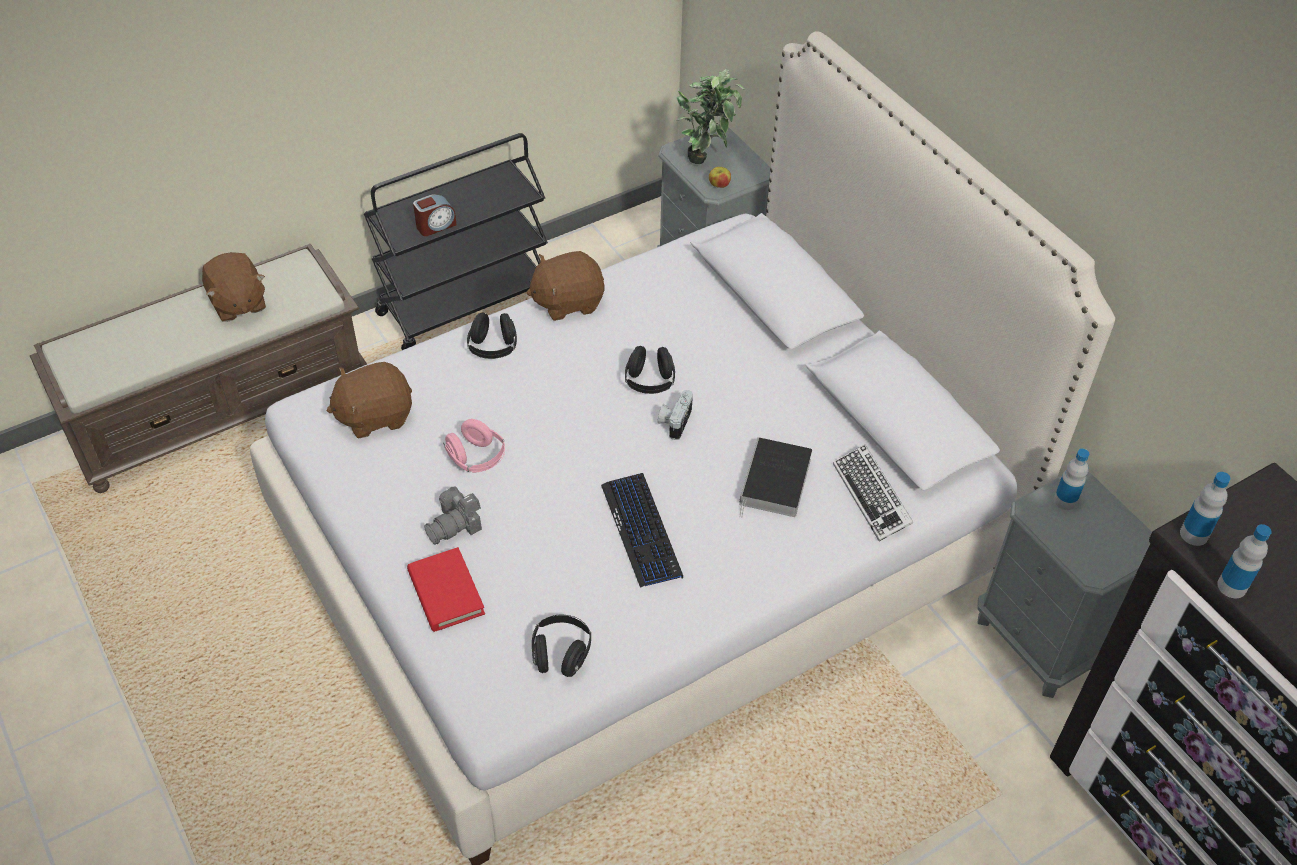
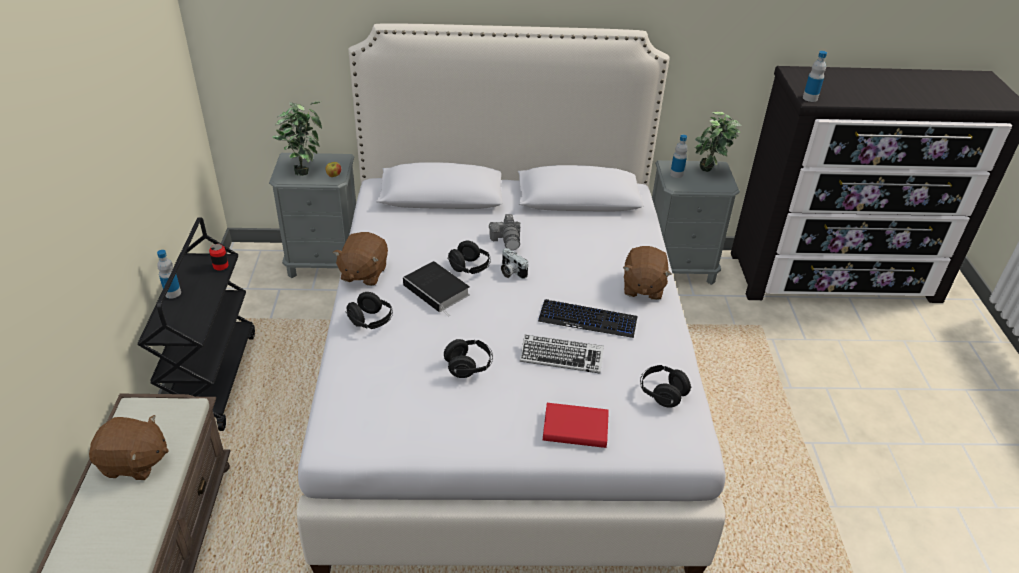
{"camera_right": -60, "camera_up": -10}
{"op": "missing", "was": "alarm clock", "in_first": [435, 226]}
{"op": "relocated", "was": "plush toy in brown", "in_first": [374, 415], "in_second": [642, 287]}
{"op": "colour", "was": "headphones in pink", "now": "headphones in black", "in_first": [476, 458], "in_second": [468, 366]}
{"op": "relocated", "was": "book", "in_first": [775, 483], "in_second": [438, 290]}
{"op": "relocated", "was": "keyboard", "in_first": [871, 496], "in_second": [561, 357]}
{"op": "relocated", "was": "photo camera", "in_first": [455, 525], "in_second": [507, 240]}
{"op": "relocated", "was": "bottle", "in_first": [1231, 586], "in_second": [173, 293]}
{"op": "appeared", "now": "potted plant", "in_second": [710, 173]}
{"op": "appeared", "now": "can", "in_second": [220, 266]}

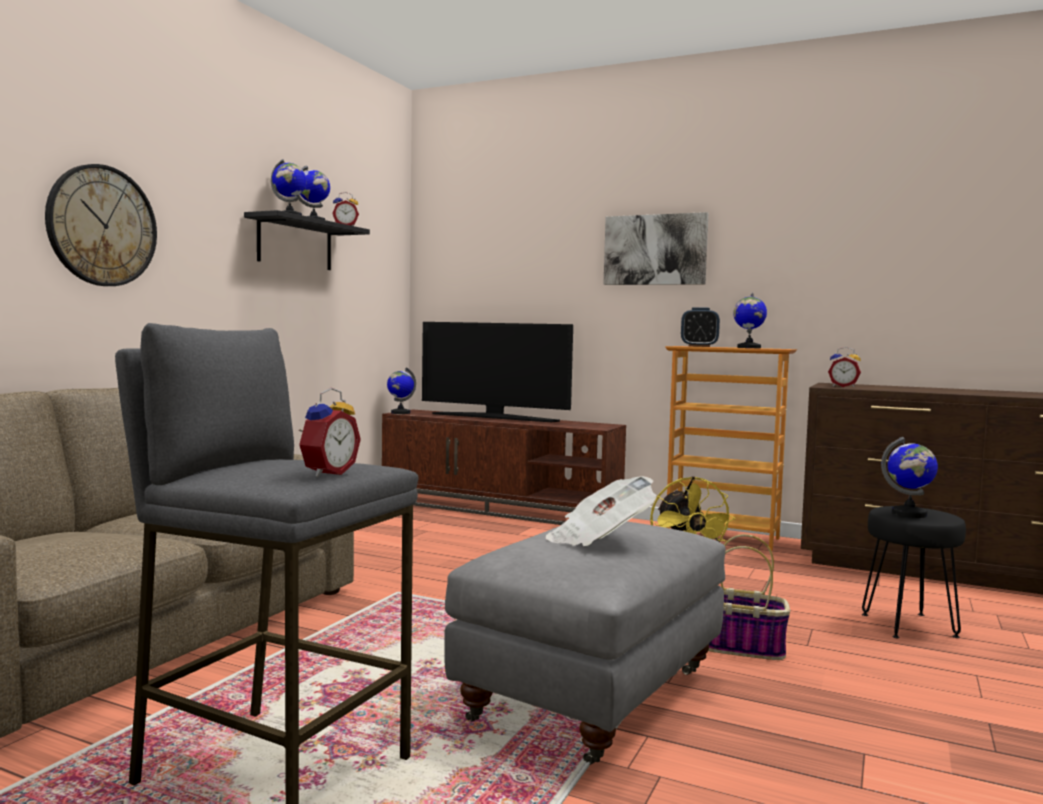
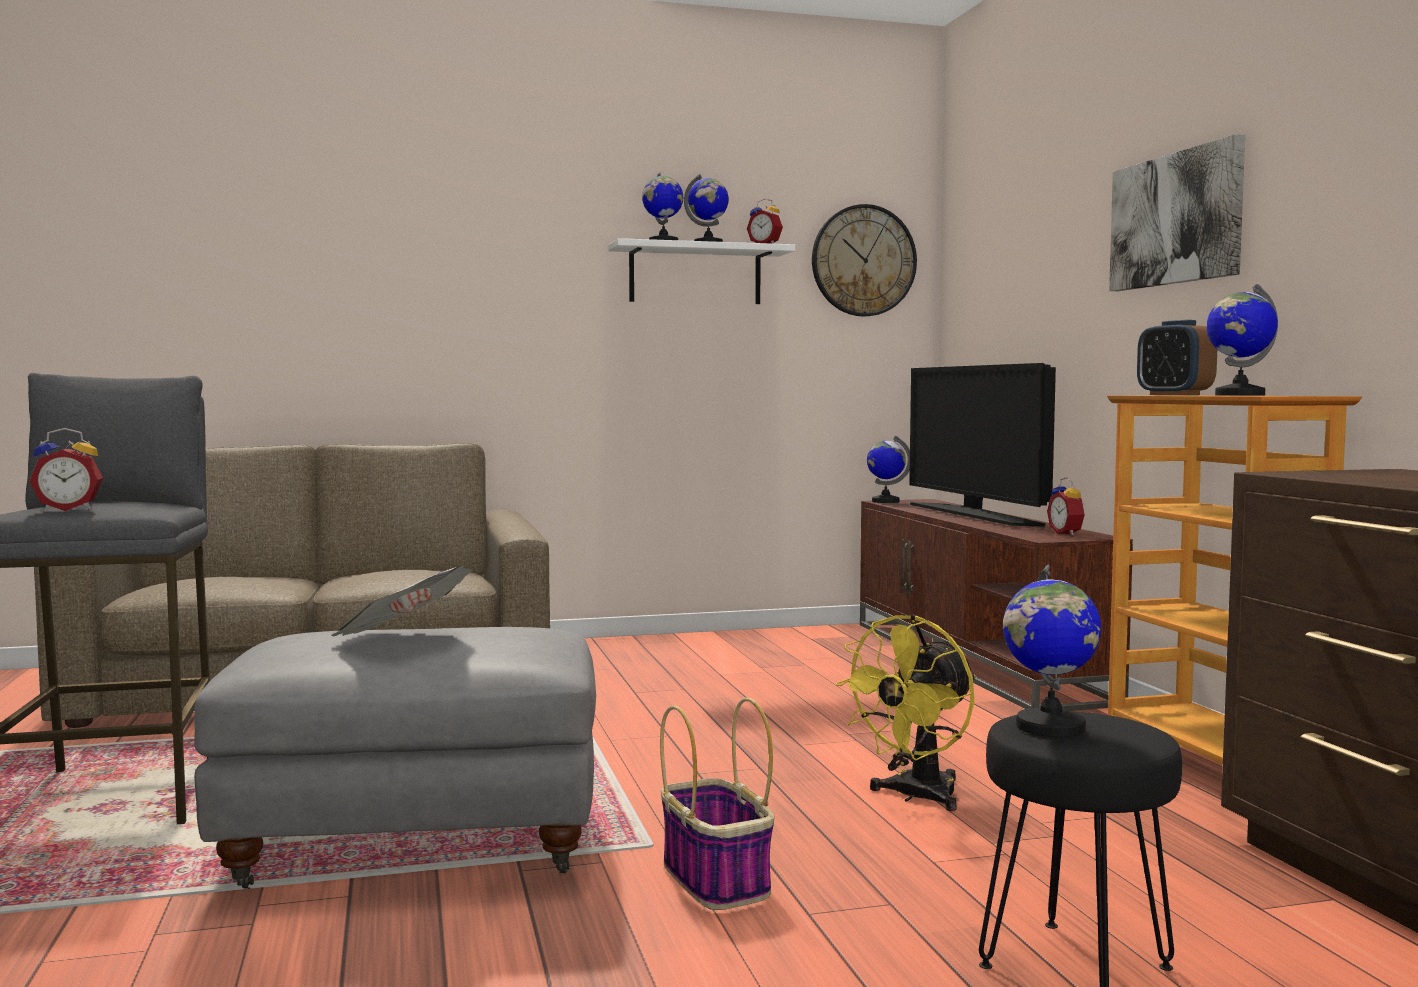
{"camera_right": 50, "camera_up": 0}
{"op": "relocated", "was": "wall clock", "in_first": [102, 226], "in_second": [863, 261]}
{"op": "colour", "was": "shelf in black", "now": "shelf in white", "in_first": [295, 244], "in_second": [695, 275]}
{"op": "relocated", "was": "alarm clock", "in_first": [843, 386], "in_second": [1067, 533]}

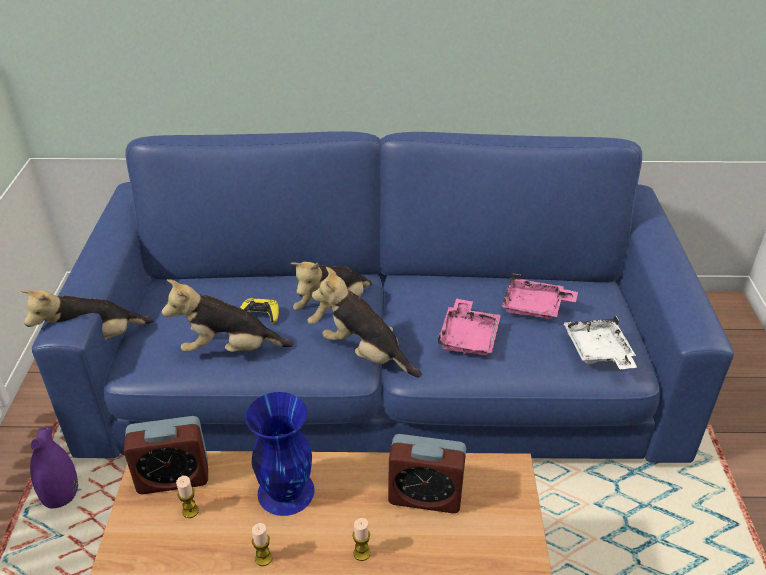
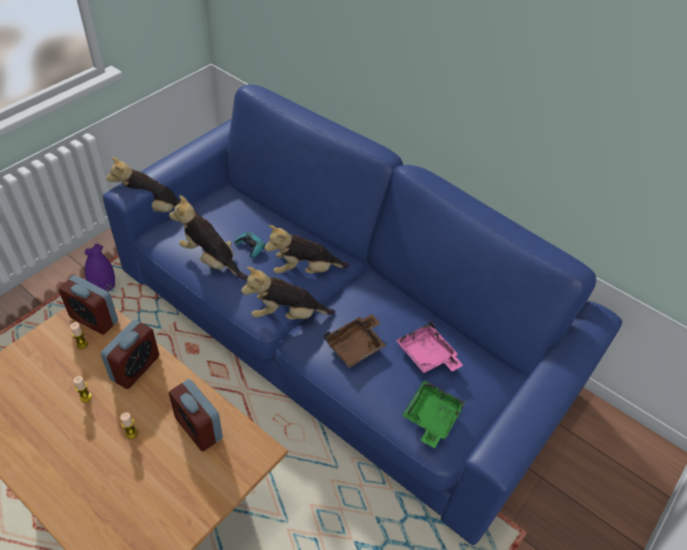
{"camera_right": 35, "camera_up": 10}
{"op": "spun", "was": "plush toy", "in_first": [366, 354], "in_second": [287, 314], "clockwise": -75}
{"op": "colour", "was": "game controller in yellow", "now": "game controller in turquoise", "in_first": [260, 314], "in_second": [250, 247]}
{"op": "colour", "was": "tray in pink", "now": "tray in brown", "in_first": [468, 337], "in_second": [355, 346]}
{"op": "colour", "was": "tray in white", "now": "tray in green", "in_first": [598, 351], "in_second": [431, 417]}
{"op": "exchanged", "was": "vase in blue", "now": "alarm clock", "in_first": [285, 490], "in_second": [135, 368]}

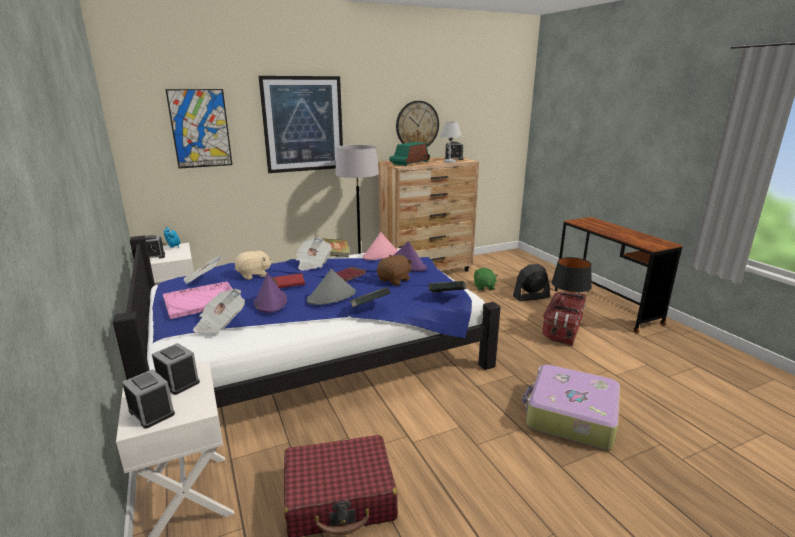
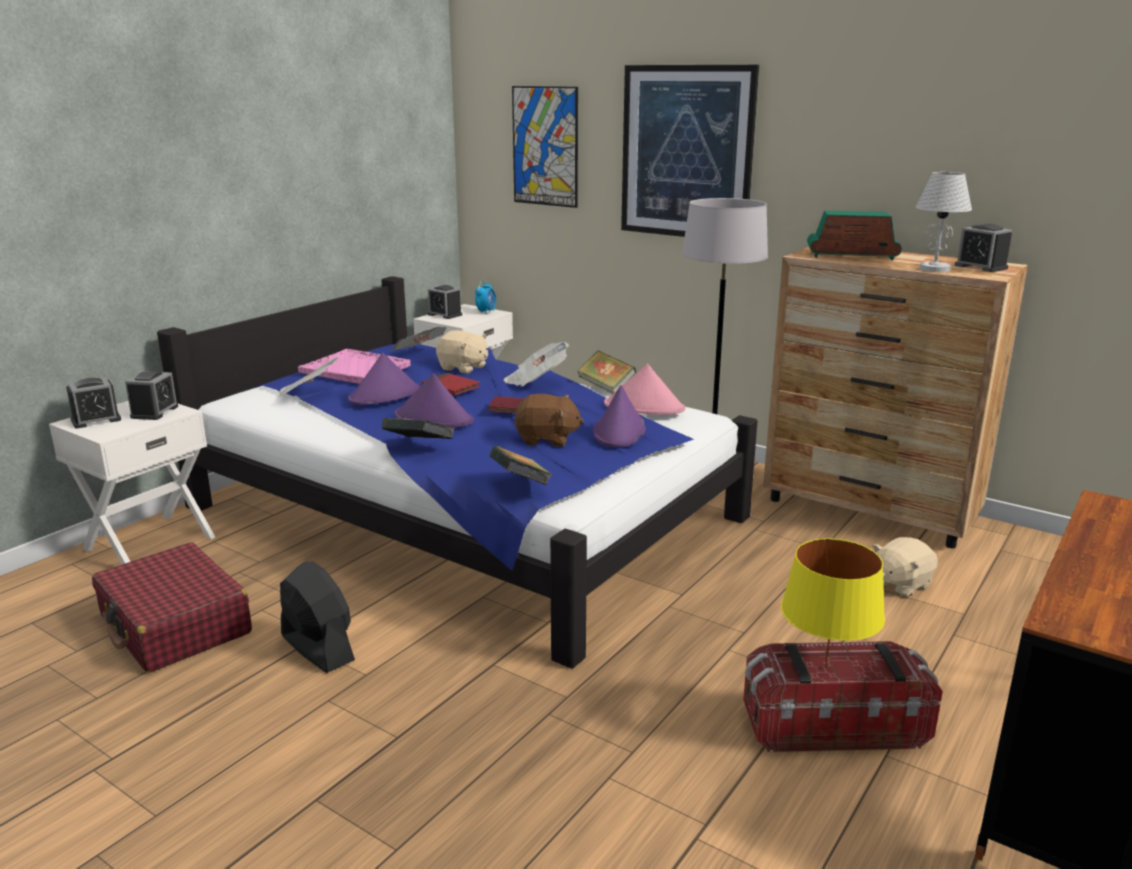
{"camera_right": 60, "camera_up": 0}
{"op": "missing", "was": "wall clock", "in_first": [417, 125]}
{"op": "colour", "was": "table lamp in black", "now": "table lamp in yellow", "in_first": [568, 307], "in_second": [825, 668]}
{"op": "relocated", "was": "fan in black", "in_first": [531, 297], "in_second": [317, 648]}
{"op": "colour", "was": "plush toy in green", "now": "plush toy in beige", "in_first": [484, 287], "in_second": [900, 584]}
{"op": "colour", "was": "hat in grey", "now": "hat in purple", "in_first": [332, 296], "in_second": [434, 419]}
{"op": "missing", "was": "suitcase", "in_first": [570, 416]}
{"op": "spun", "was": "alarm clock", "in_first": [151, 412], "in_second": [96, 420], "clockwise": 45}

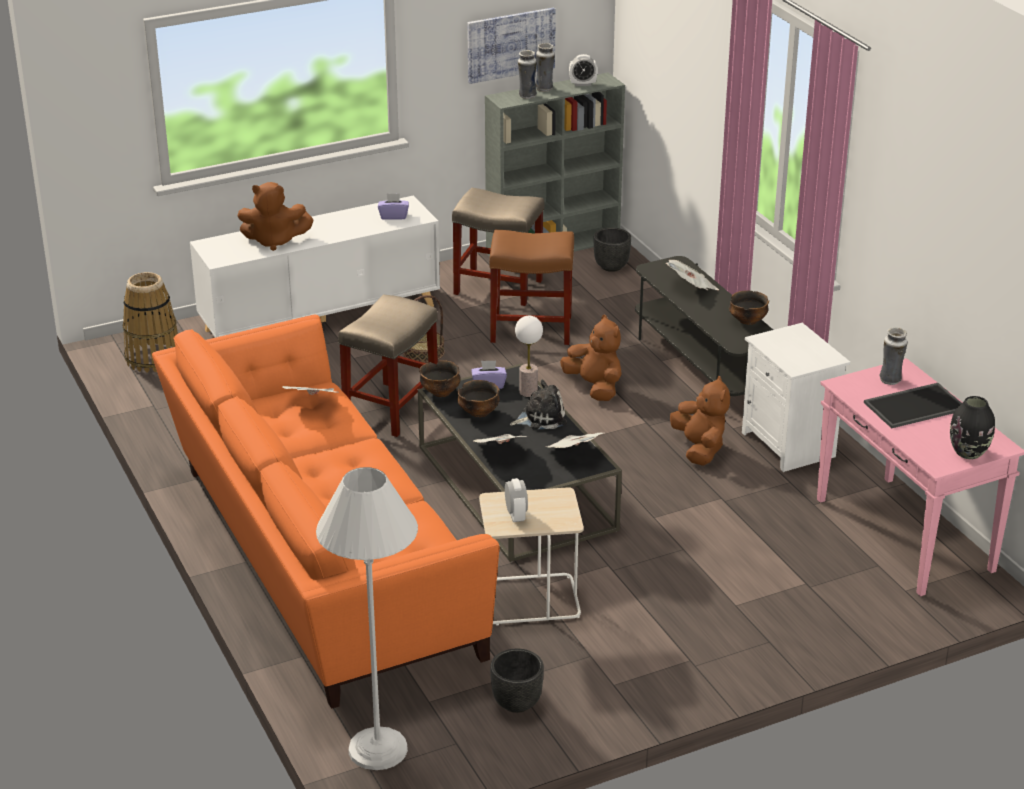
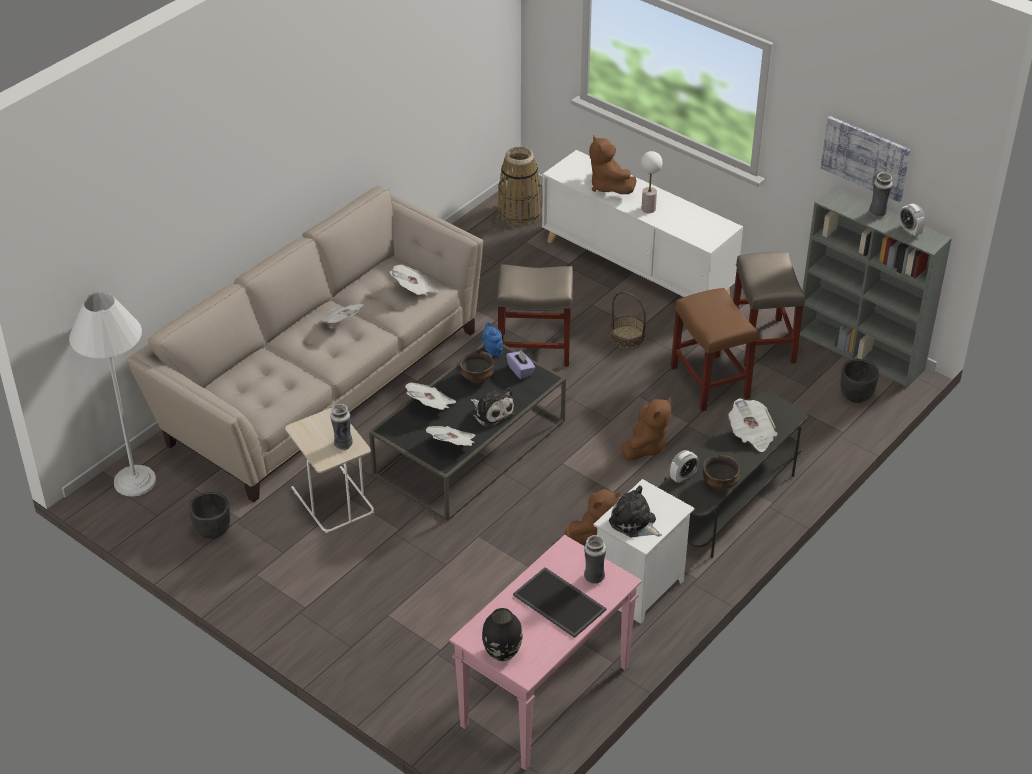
{"camera_right": 65, "camera_up": 10}
{"op": "relocated", "was": "vase", "in_first": [527, 96], "in_second": [343, 444]}
{"op": "missing", "was": "tissue box in purple", "in_first": [393, 216]}
{"op": "colour", "was": "sofa in orange", "now": "sofa in beige", "in_first": [319, 562], "in_second": [320, 383]}
{"op": "relocated", "was": "table lamp", "in_first": [528, 392], "in_second": [648, 209]}
{"op": "exchanged", "was": "bowl", "now": "teapot in blue", "in_first": [440, 392], "in_second": [492, 350]}
{"op": "relocated", "was": "alarm clock", "in_first": [516, 515], "in_second": [683, 477]}
{"op": "appeared", "now": "newspaper", "in_second": [342, 322]}
{"op": "appeared", "now": "plush toy", "in_second": [634, 523]}

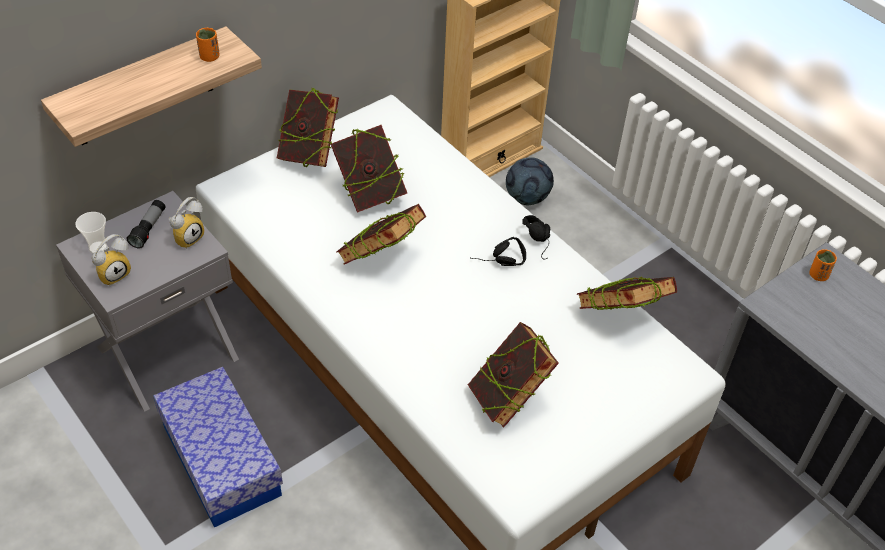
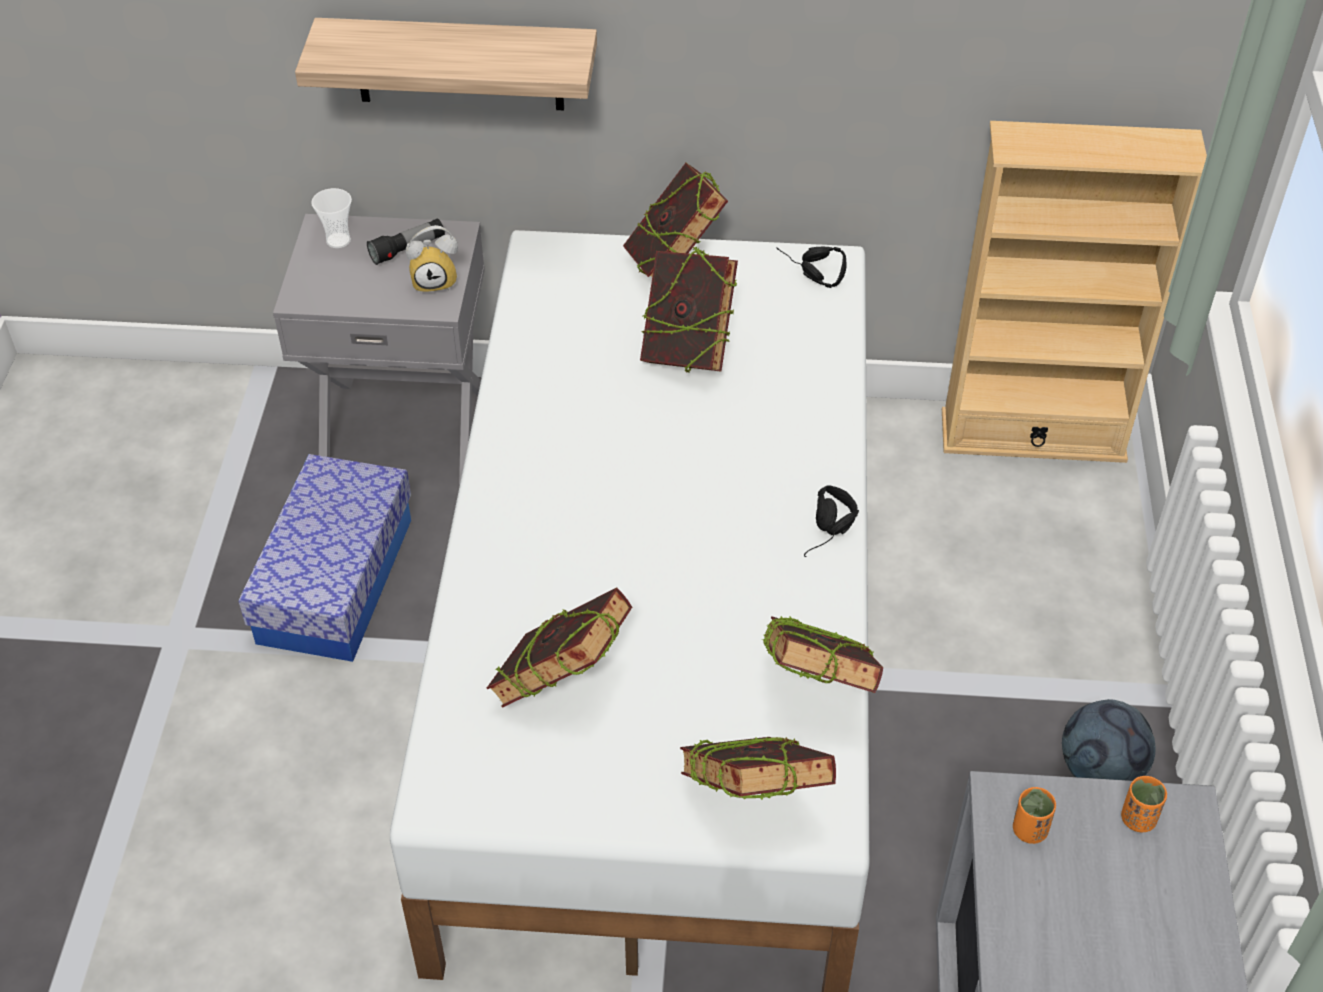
{"camera_right": 45, "camera_up": 0}
{"op": "relocated", "was": "cup in orange", "in_first": [209, 57], "in_second": [1029, 830]}
{"op": "relocated", "was": "football", "in_first": [527, 198], "in_second": [1100, 770]}
{"op": "relocated", "was": "book", "in_first": [381, 260], "in_second": [753, 803]}
{"op": "missing", "was": "alarm clock", "in_first": [114, 273]}
{"op": "relocated", "was": "headphones in black", "in_first": [499, 263], "in_second": [807, 273]}

